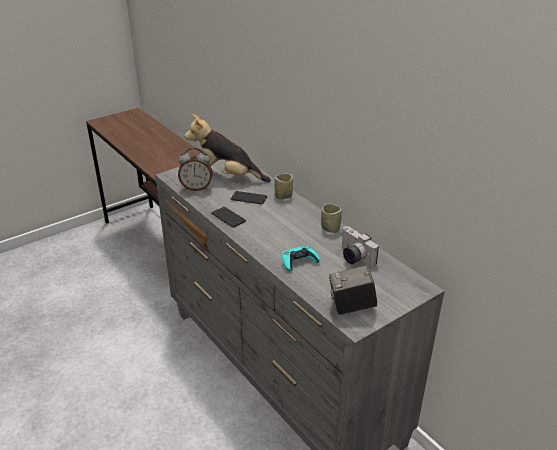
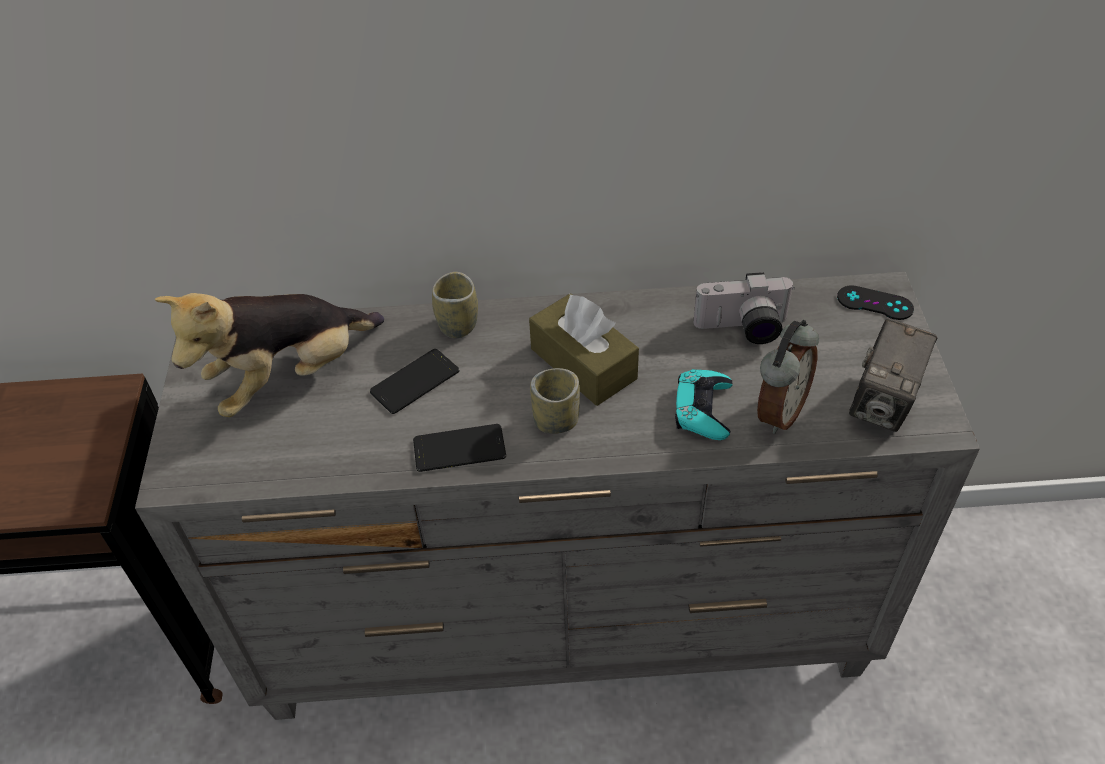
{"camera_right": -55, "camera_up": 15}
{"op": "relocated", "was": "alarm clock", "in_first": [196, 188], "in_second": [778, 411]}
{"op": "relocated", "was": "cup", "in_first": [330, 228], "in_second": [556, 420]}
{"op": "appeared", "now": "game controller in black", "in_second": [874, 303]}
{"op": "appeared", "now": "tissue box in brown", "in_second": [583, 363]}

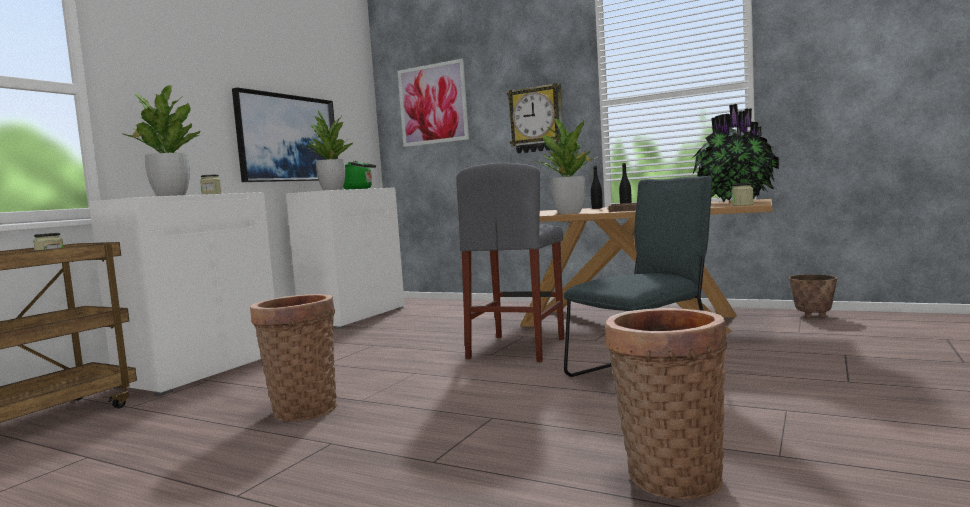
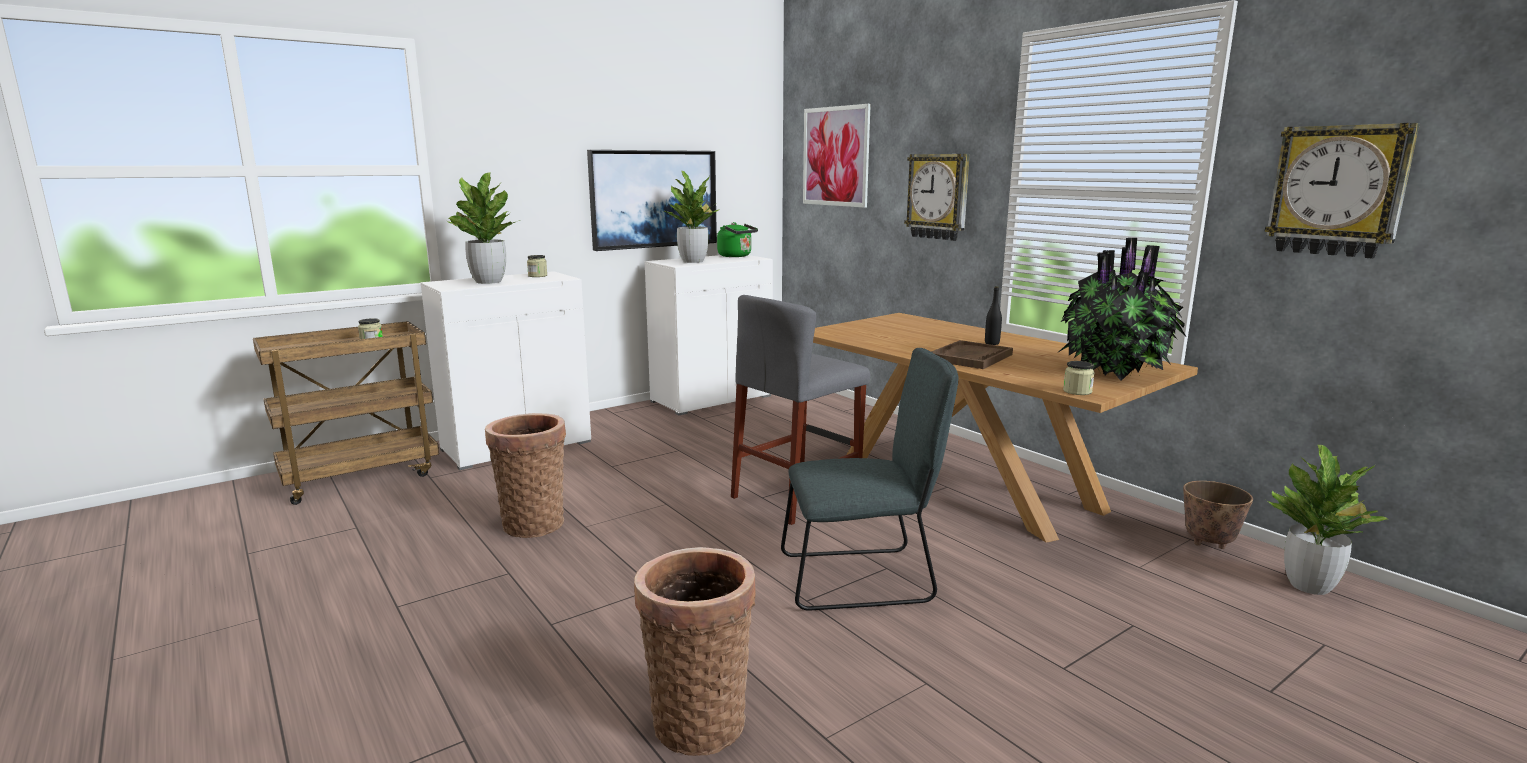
{"camera_right": 25, "camera_up": 10}
{"op": "relocated", "was": "potted plant", "in_first": [570, 213], "in_second": [1310, 586]}
{"op": "missing", "was": "bottle in black", "in_first": [597, 208]}
{"op": "appeared", "now": "wall clock", "in_second": [1338, 191]}

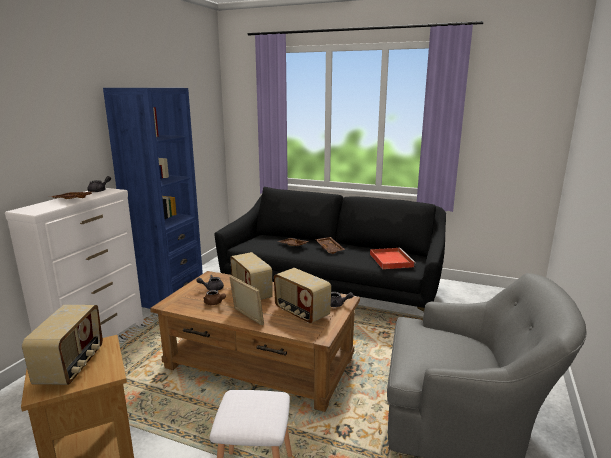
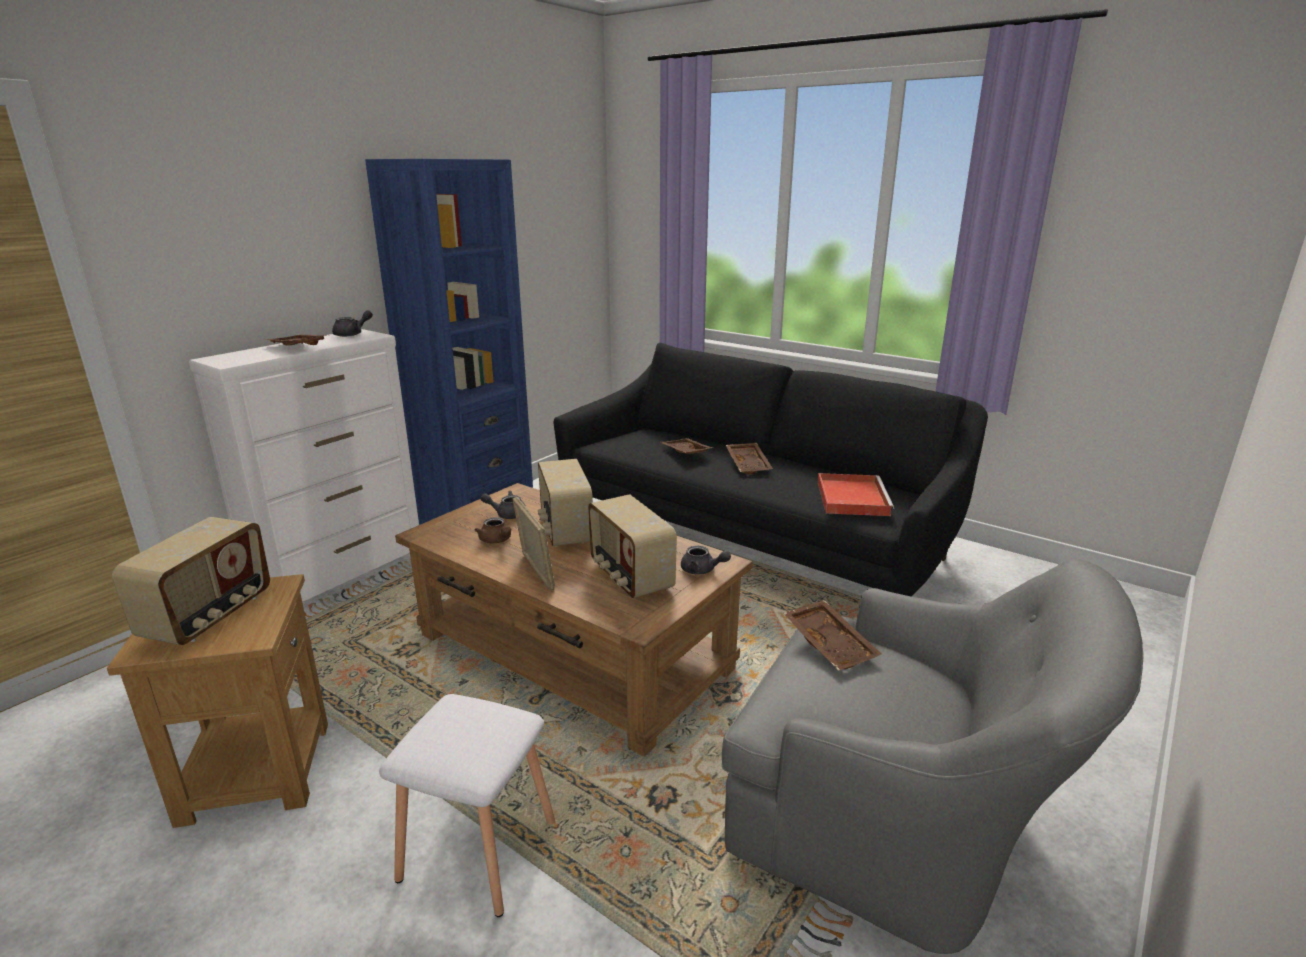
{"camera_right": 15, "camera_up": 5}
{"op": "appeared", "now": "tray in brown", "in_second": [831, 644]}

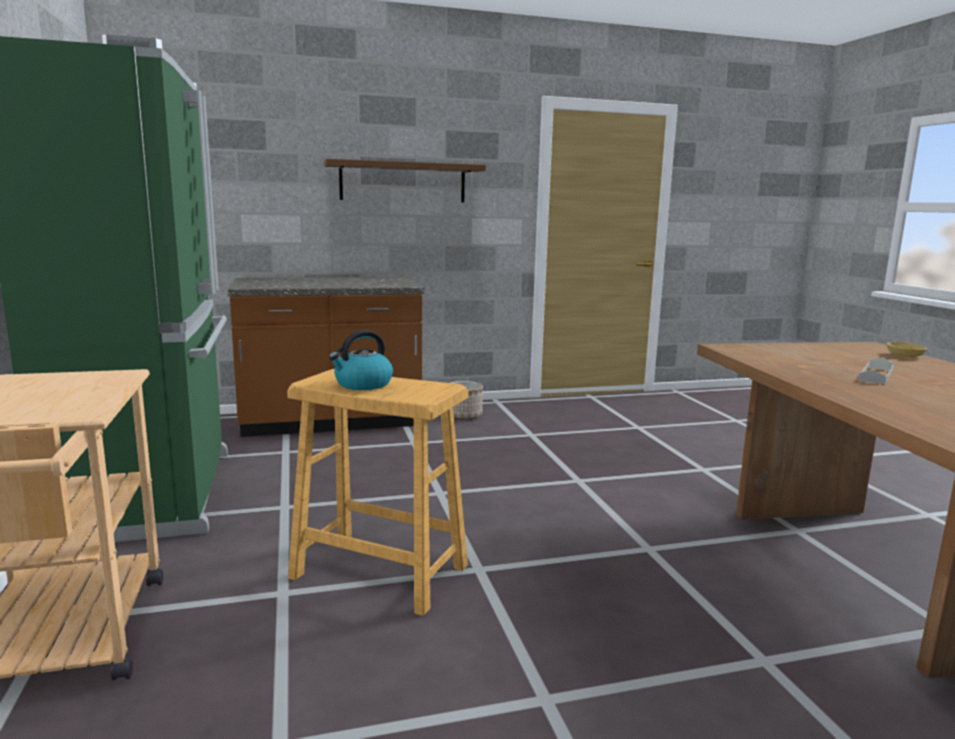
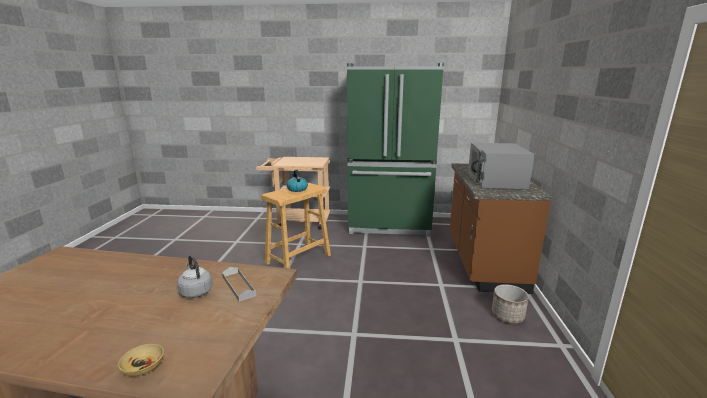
{"camera_right": 110, "camera_up": 5}
{"op": "missing", "was": "shelf in brown", "in_first": [403, 182]}
{"op": "relocated", "was": "tray in grey", "in_first": [876, 375], "in_second": [238, 286]}
{"op": "appeared", "now": "microwave in grey", "in_second": [496, 180]}
{"op": "appeared", "now": "kettle in grey", "in_second": [195, 291]}

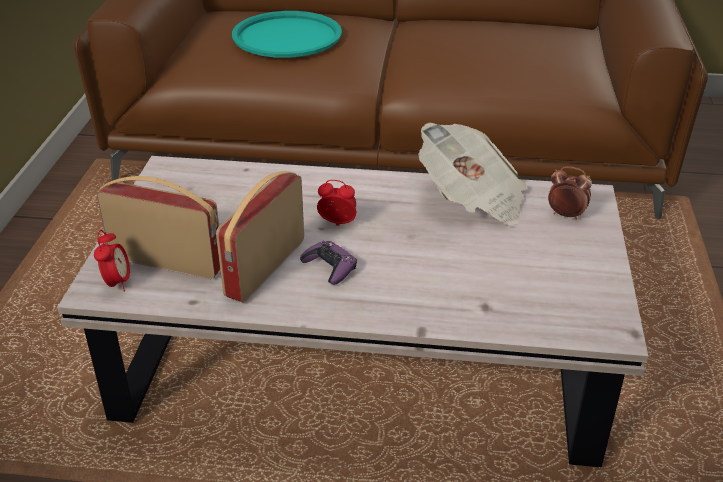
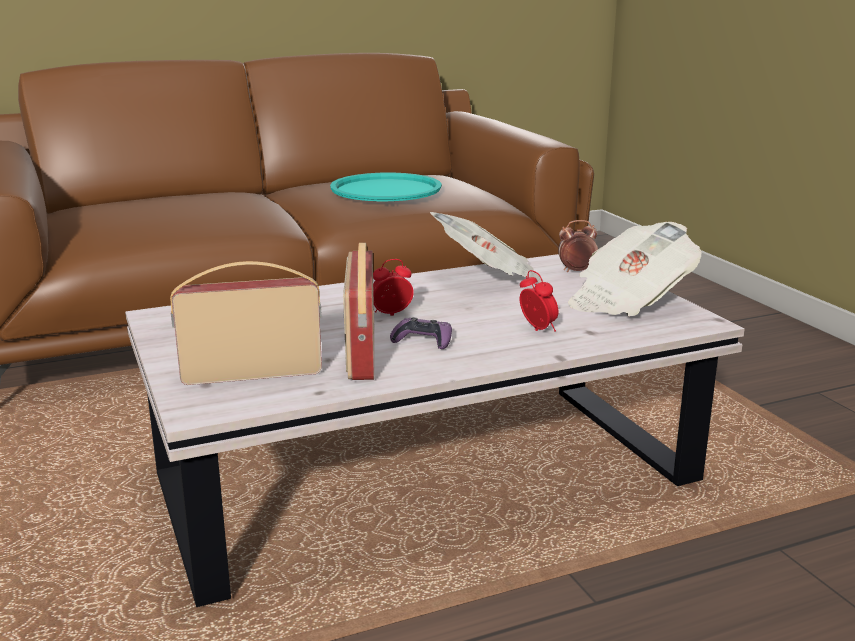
{"camera_right": -30, "camera_up": -15}
{"op": "relocated", "was": "tray in turquoise", "in_first": [287, 36], "in_second": [386, 189]}
{"op": "relocated", "was": "alarm clock", "in_first": [117, 283], "in_second": [537, 329]}
{"op": "appeared", "now": "newspaper", "in_second": [628, 301]}

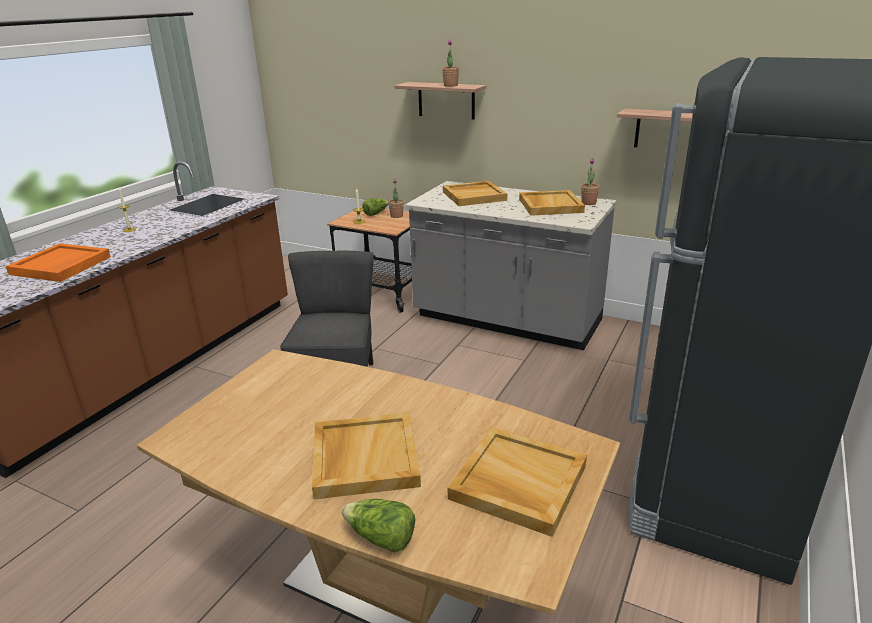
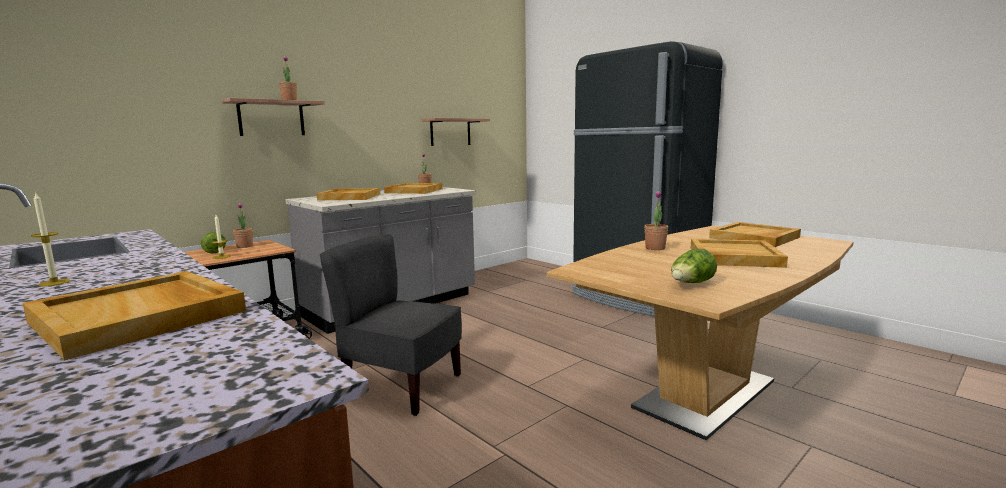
{"camera_right": -70, "camera_up": -15}
{"op": "colour", "was": "tray in orange", "now": "tray in beige", "in_first": [61, 266], "in_second": [141, 316]}
{"op": "relocated", "was": "lettuce", "in_first": [381, 538], "in_second": [691, 284]}
{"op": "appeared", "now": "potted plant", "in_second": [655, 248]}

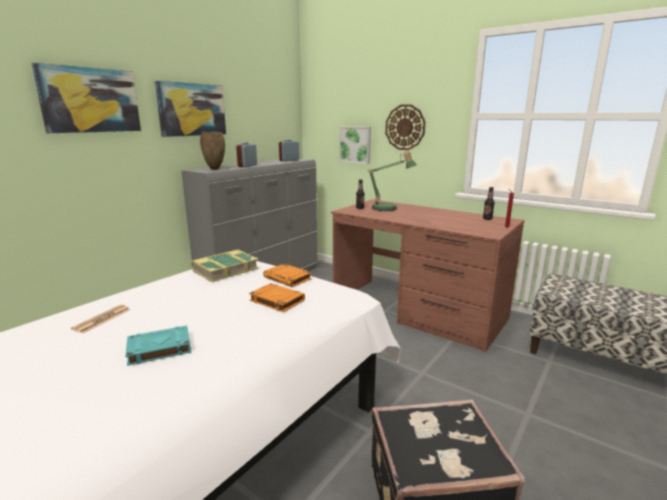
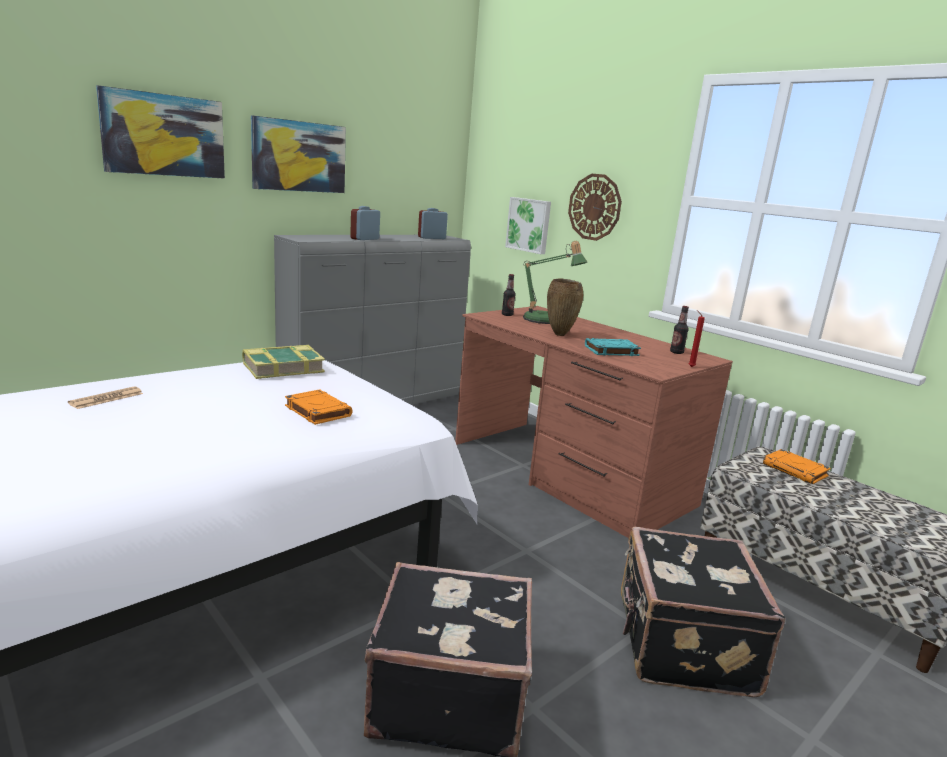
{"camera_right": 10, "camera_up": 0}
{"op": "relocated", "was": "vase in brown", "in_first": [215, 169], "in_second": [560, 335]}
{"op": "relocated", "was": "book in orange", "in_first": [288, 278], "in_second": [795, 470]}
{"op": "relocated", "was": "book in turquoise", "in_first": [158, 349], "in_second": [611, 351]}
{"op": "appeared", "now": "suitcase in black", "in_second": [681, 644]}

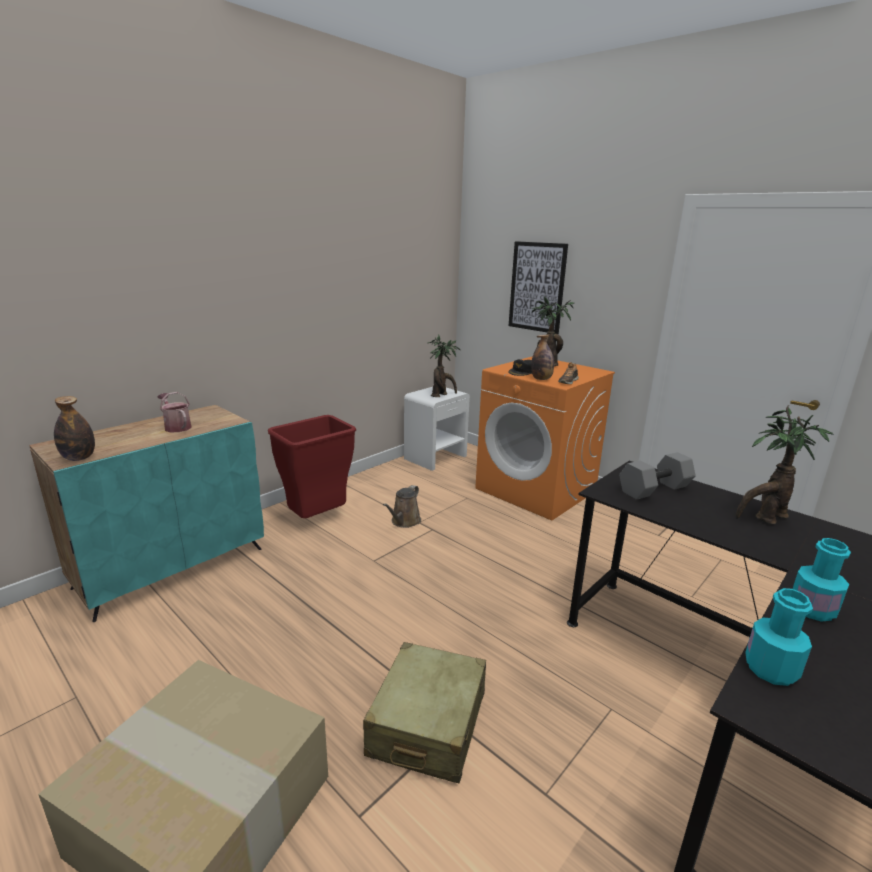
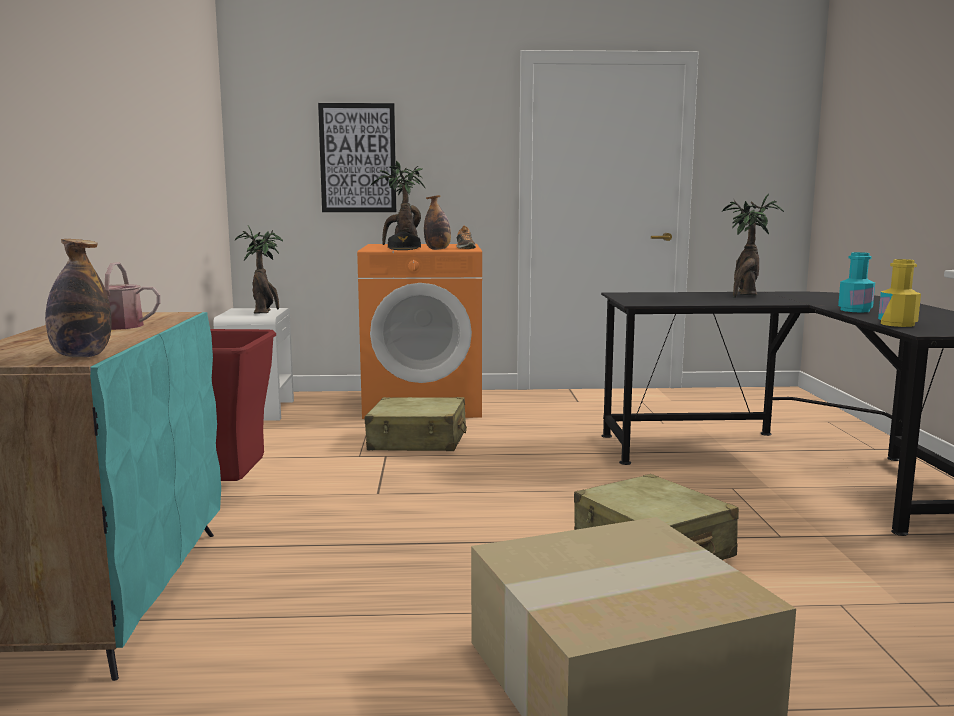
{"camera_right": -45, "camera_up": -10}
{"op": "missing", "was": "dumbbell in grey", "in_first": [655, 490]}
{"op": "missing", "was": "watering can in brown", "in_first": [404, 521]}
{"op": "colour", "was": "bottle in turquoise", "now": "bottle in yellow", "in_first": [770, 669], "in_second": [897, 324]}
{"op": "appeared", "now": "suitcase in beige", "in_second": [418, 441]}

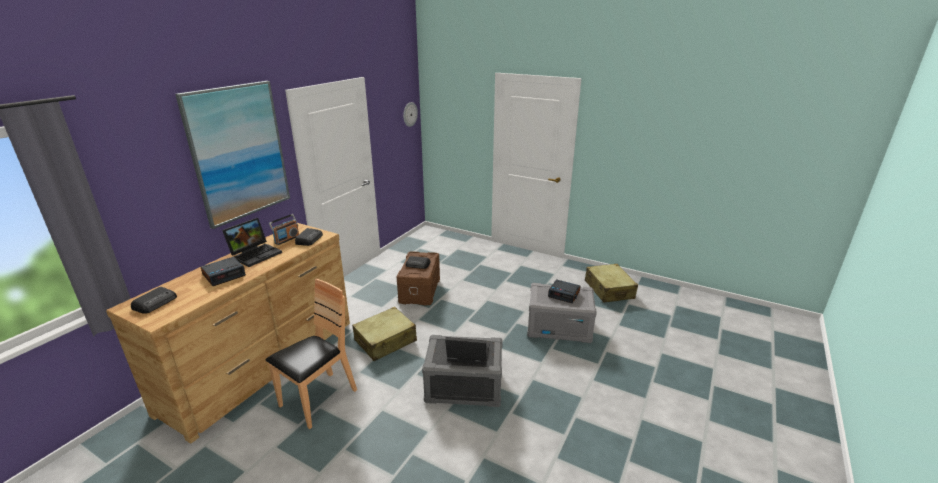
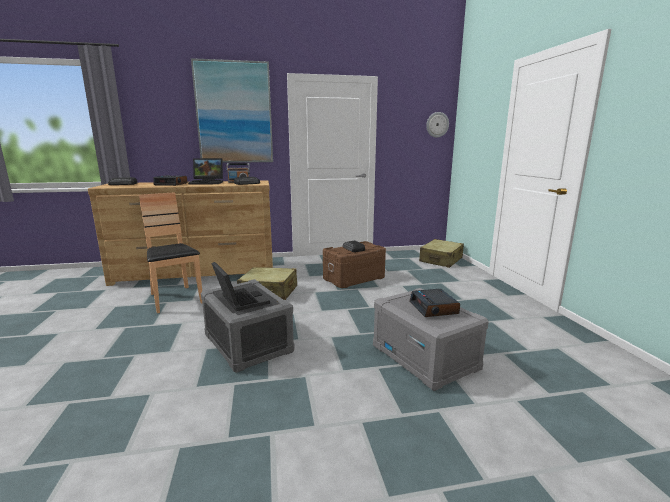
{"camera_right": 50, "camera_up": -10}
{"op": "relocated", "was": "suitcase in beige", "in_first": [609, 290], "in_second": [441, 260]}
{"op": "spun", "was": "chair in brown", "in_first": [318, 399], "in_second": [175, 299], "clockwise": -120}

